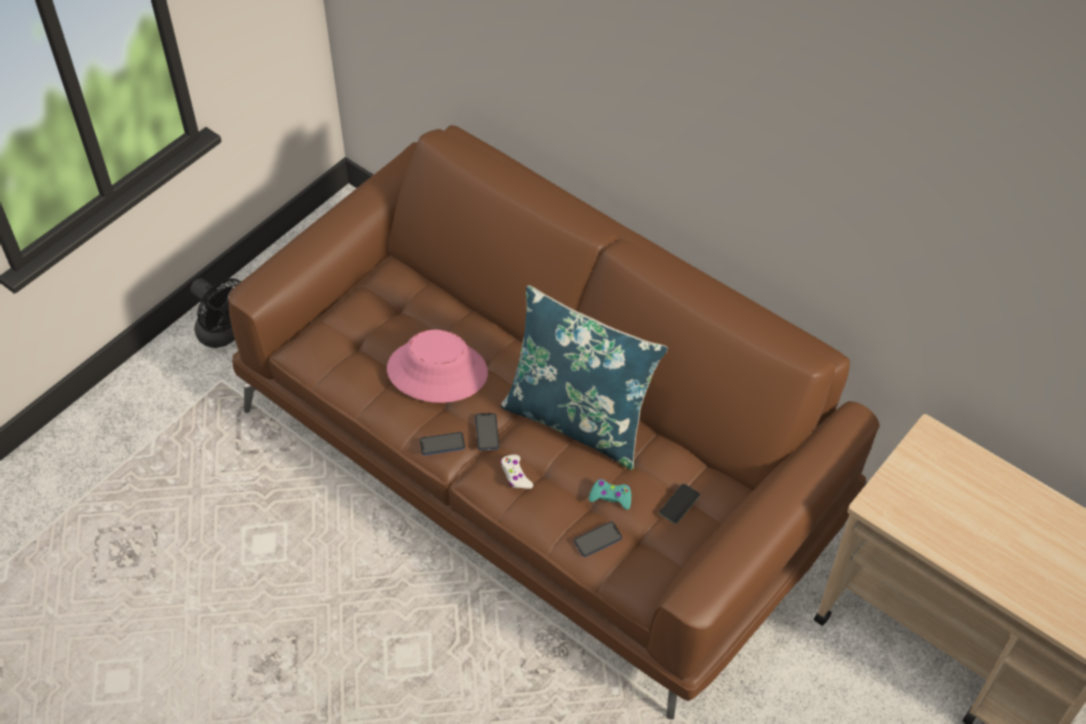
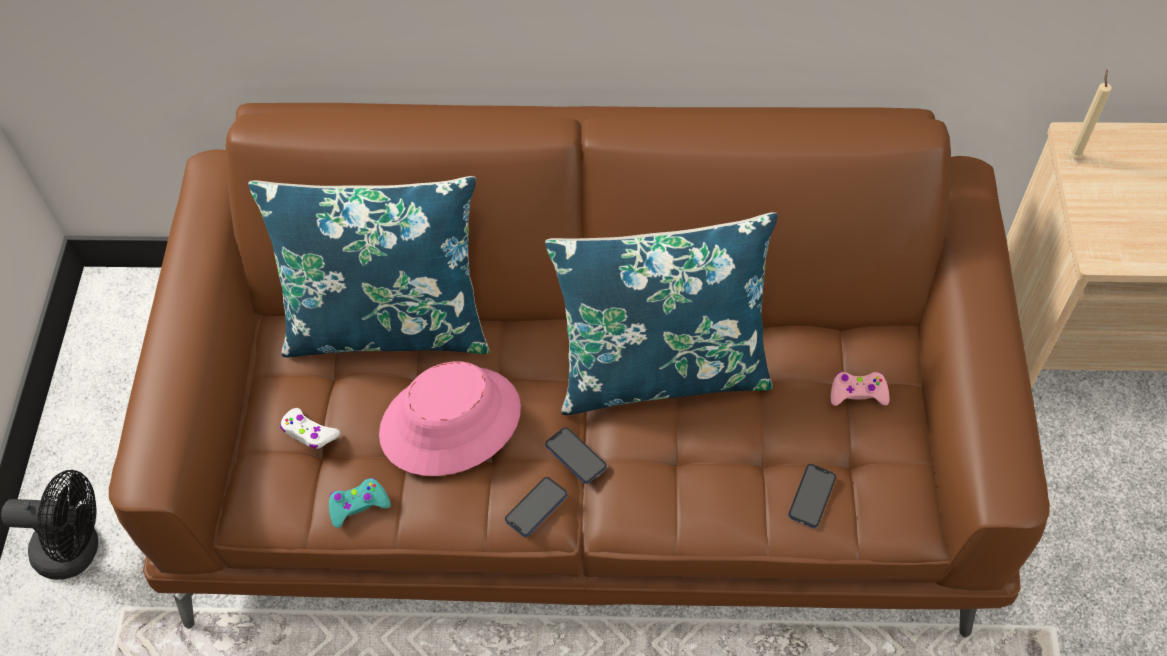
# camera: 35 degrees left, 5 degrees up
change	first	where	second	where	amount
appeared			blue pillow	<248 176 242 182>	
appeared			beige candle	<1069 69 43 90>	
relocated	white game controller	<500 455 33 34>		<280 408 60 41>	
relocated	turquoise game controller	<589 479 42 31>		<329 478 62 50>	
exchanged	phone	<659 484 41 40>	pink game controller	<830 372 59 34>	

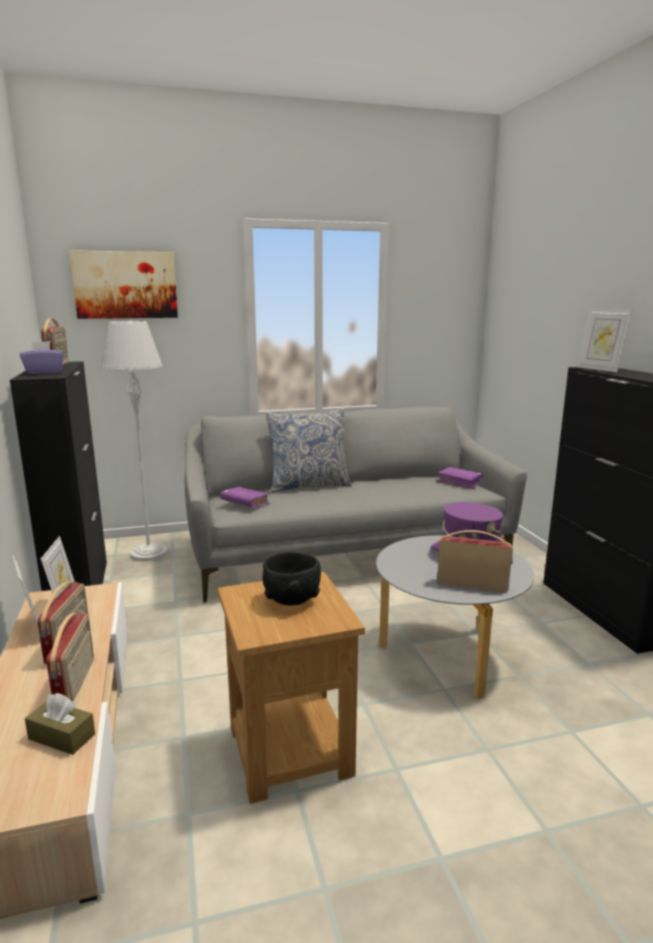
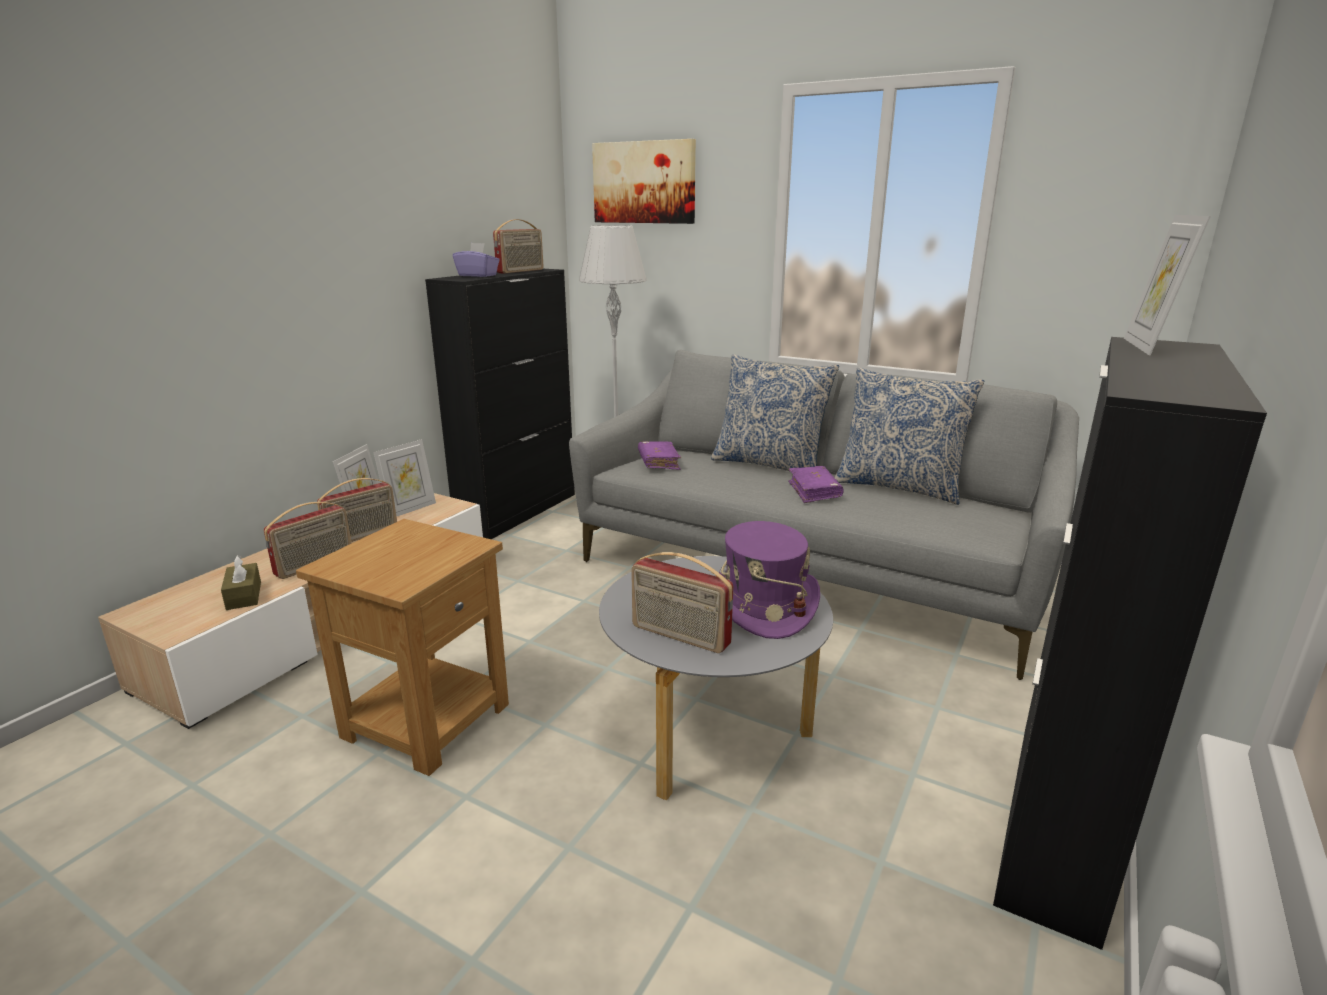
# camera: 45 degrees right, 5 degrees up
change	first	where	second	where	amount
missing	black bowl	<263 552 58 54>			
appeared			pillow	<834 368 150 137>	
relocated	purple book	<437 467 46 22>		<788 466 56 37>	
spun	radio	<437 530 76 62>		<631 552 102 101>	150 degrees clockwise

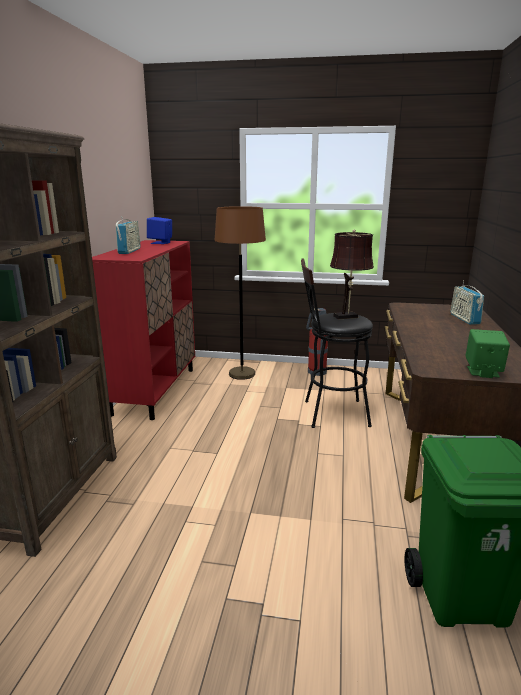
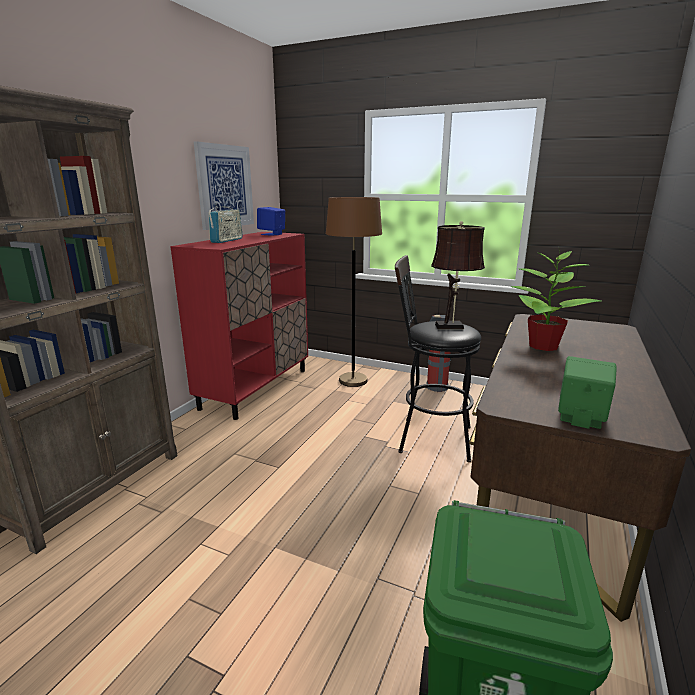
# camera: 15 degrees right, 0 degrees up
change	first	where	second	where	amount
missing	radio	<450 280 34 45>			
appeared			picture	<194 141 60 89>	
appeared			potted plant	<511 250 90 101>	

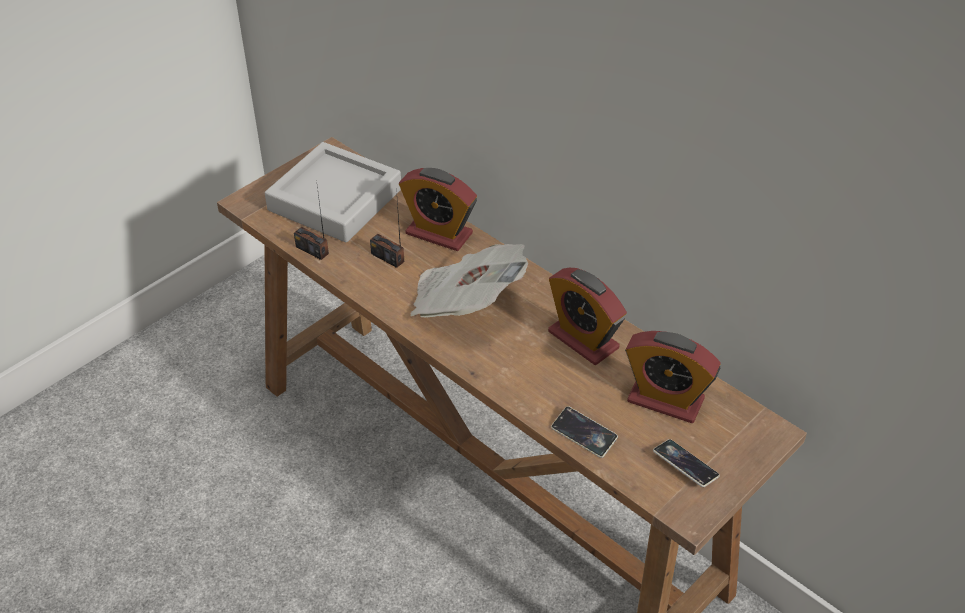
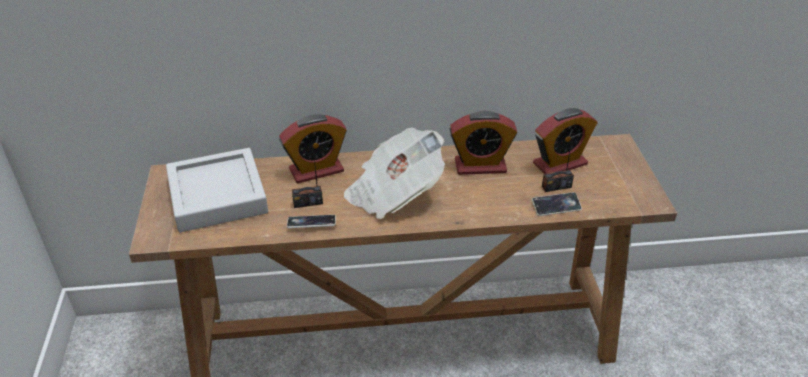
# camera: 50 degrees left, 5 degrees down
change	first	where	second	where	amount
relocated	radio	<294 187 35 73>		<542 120 34 72>	
relocated	phone	<653 439 67 48>		<287 215 49 13>	

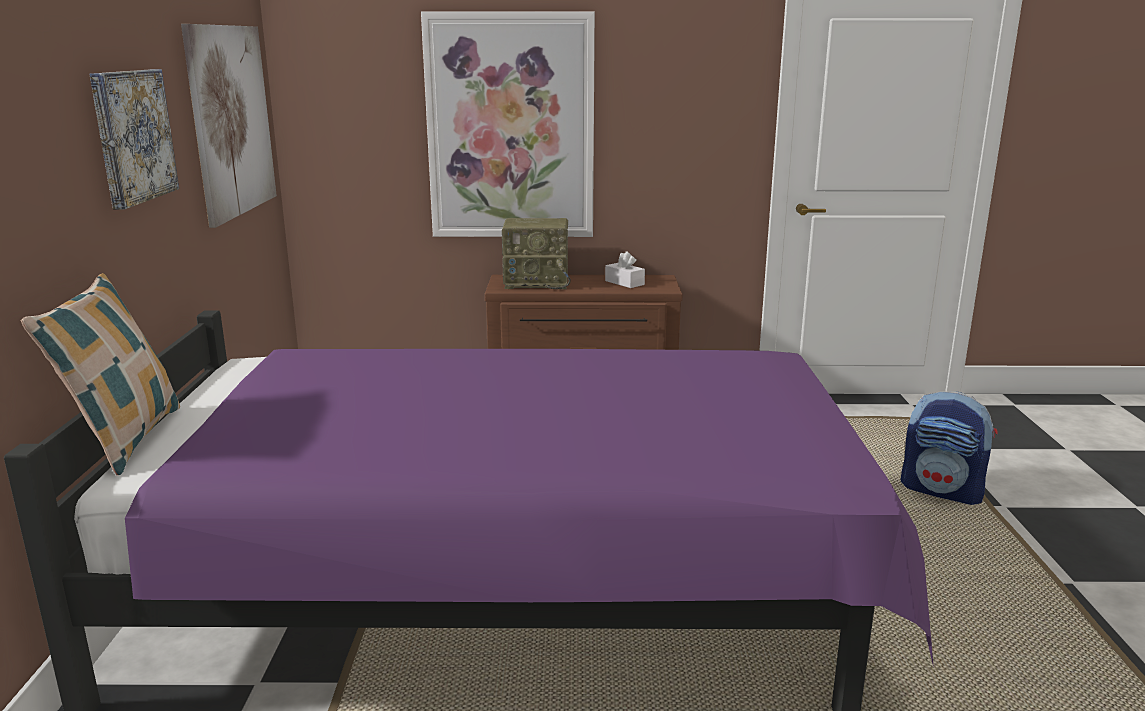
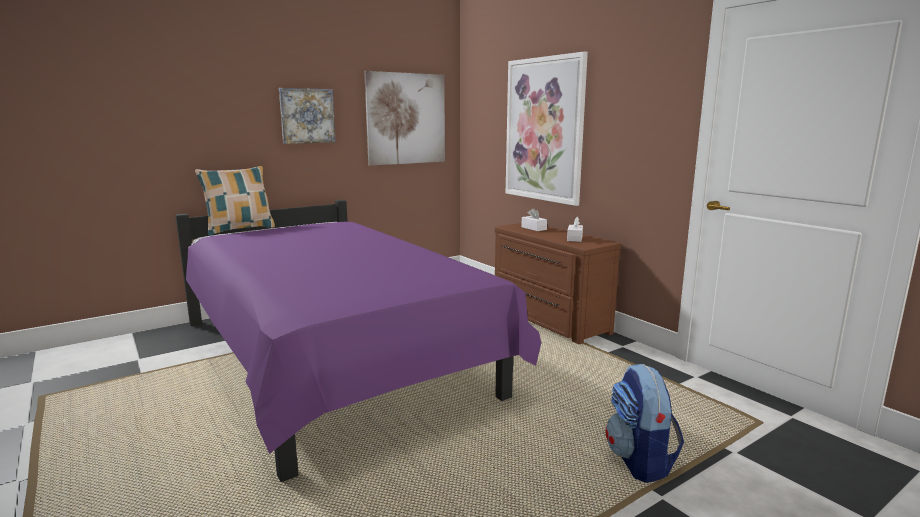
# camera: 55 degrees right, 5 degrees down
change	first	where	second	where	amount
exchanged	radio	<502 218 69 71>	white tissue box	<521 208 26 23>	

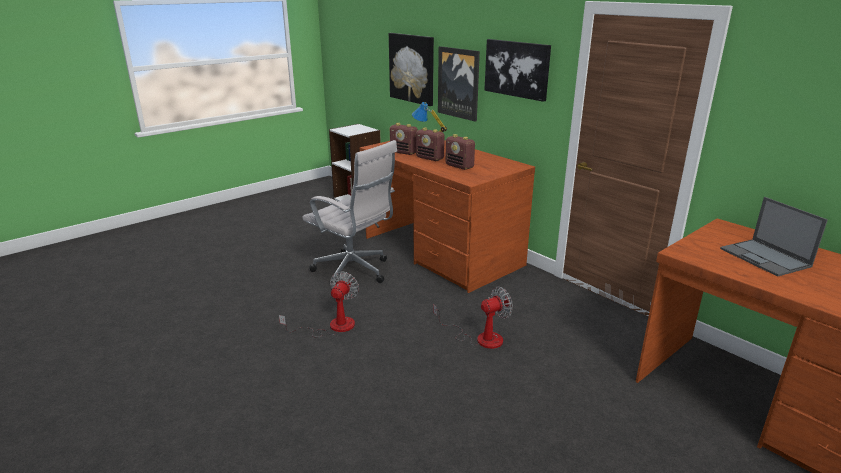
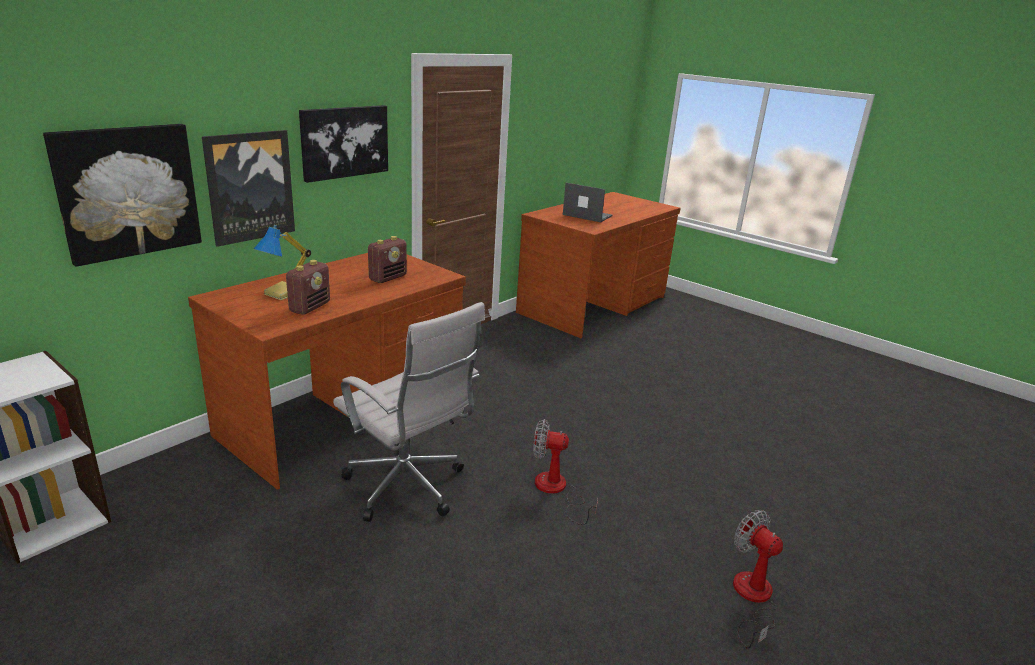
# camera: 100 degrees left, 0 degrees up
change	first	where	second	where	amount
missing	radio	<416 128 29 33>			
relocated	fan	<433 287 80 62>		<733 510 50 139>	
spun	white office chair	<303 140 94 150>		<333 302 152 220>	105 degrees clockwise
spun	laptop	<720 197 108 80>		<563 183 50 39>	120 degrees counterclockwise

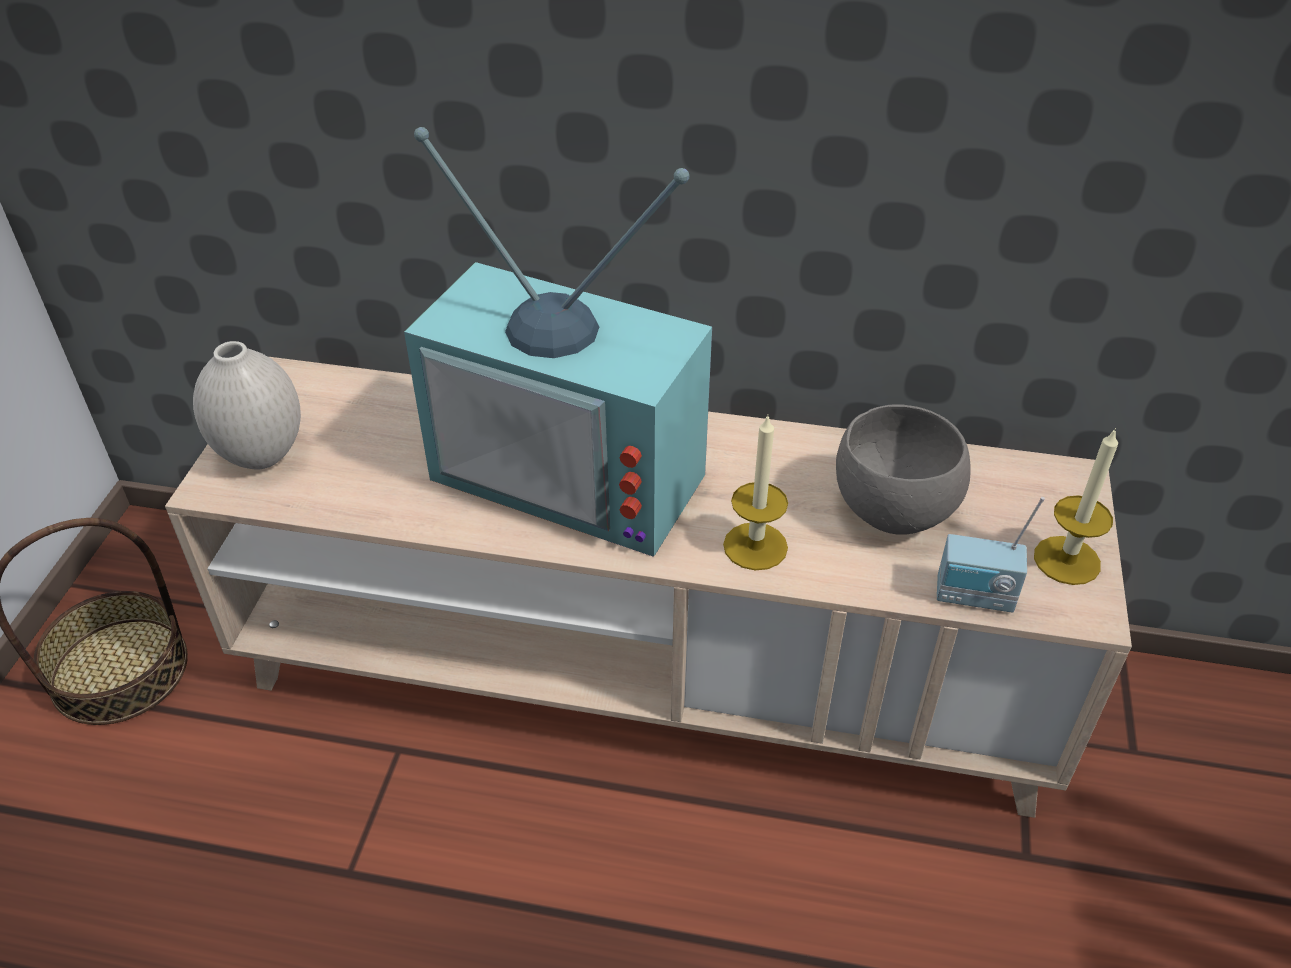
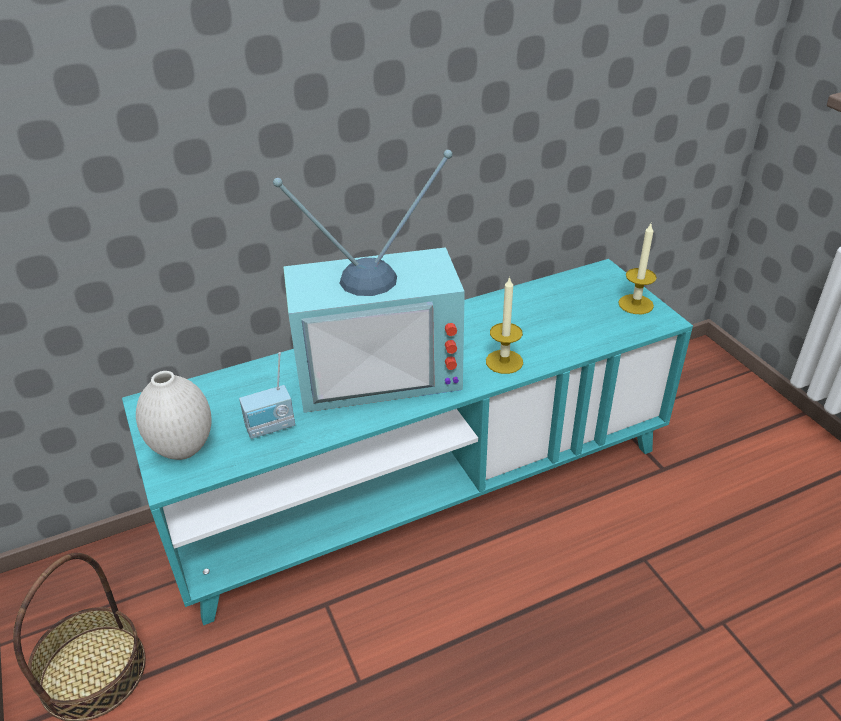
# camera: 35 degrees left, 5 degrees down
change	first	where	second	where	amount
missing	grey bowl	<836 405 135 130>			
relocated	radio	<937 497 108 115>		<239 352 56 87>	
colour	beige tv stand	<165 357 967 461>	turquoise tv stand	<122 259 571 366>	

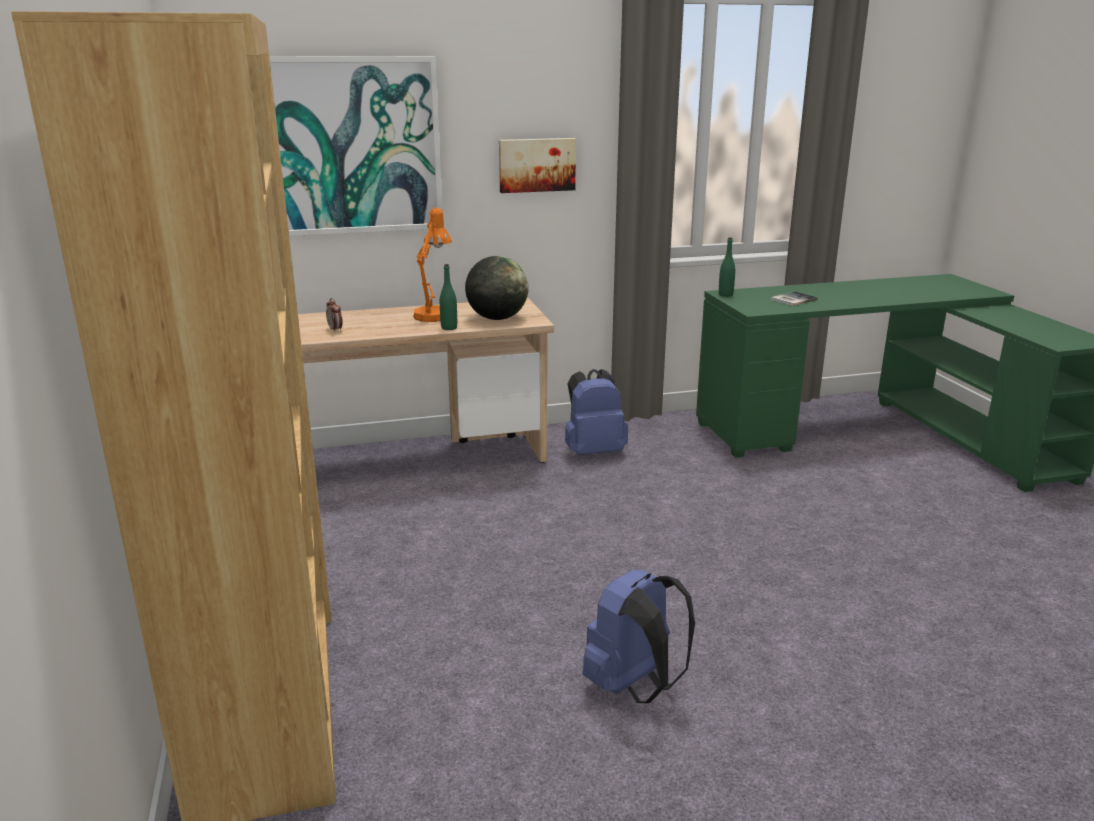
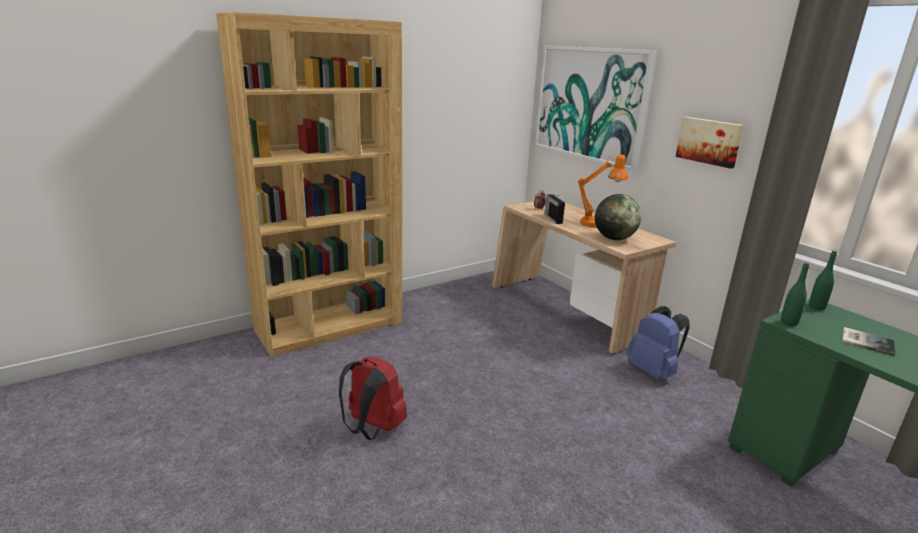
# camera: 70 degrees right, 0 degrees up
change	first	where	second	where	amount
appeared			radio	<544 194 21 30>	
relocated	green bottle	<440 264 17 66>		<781 263 28 63>	
colour	blue backpack	<582 570 113 133>	red backpack	<339 356 68 84>	

